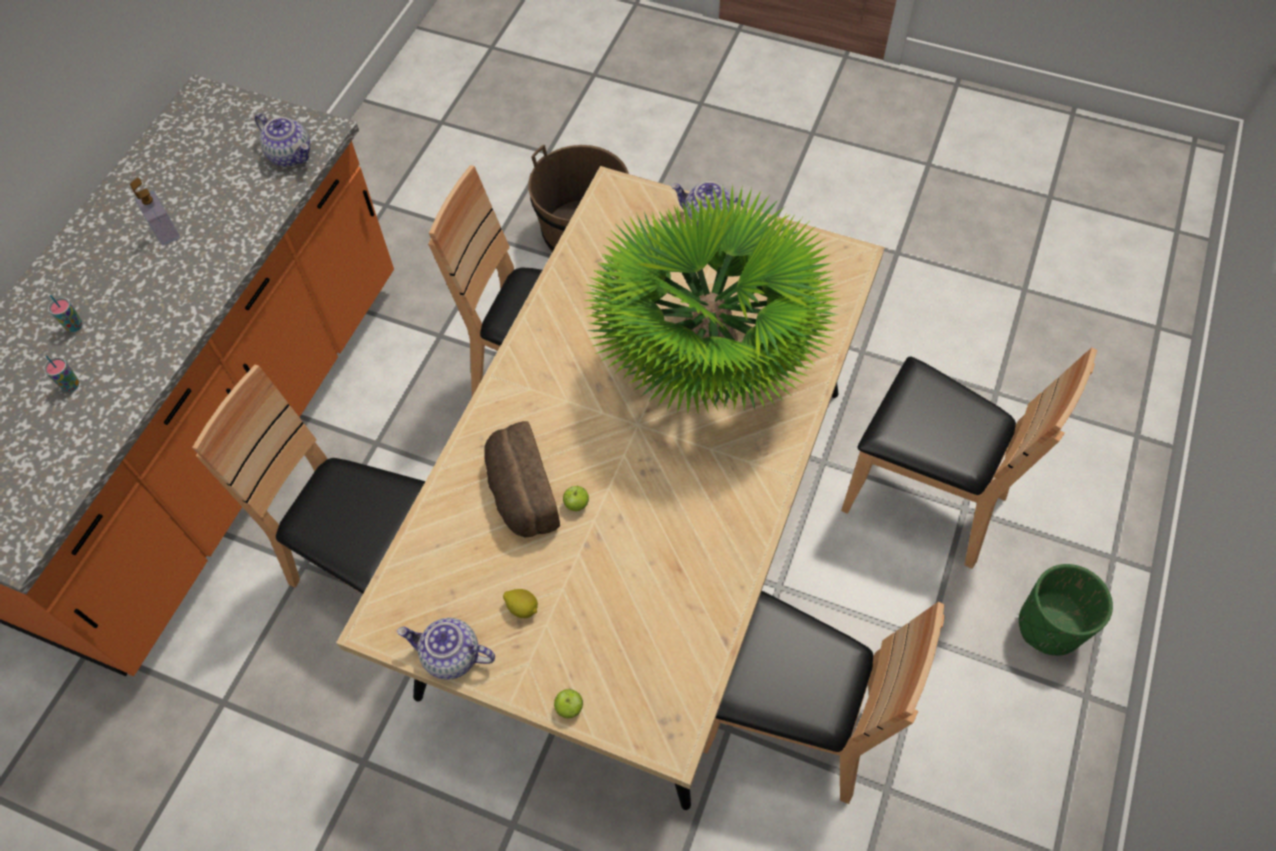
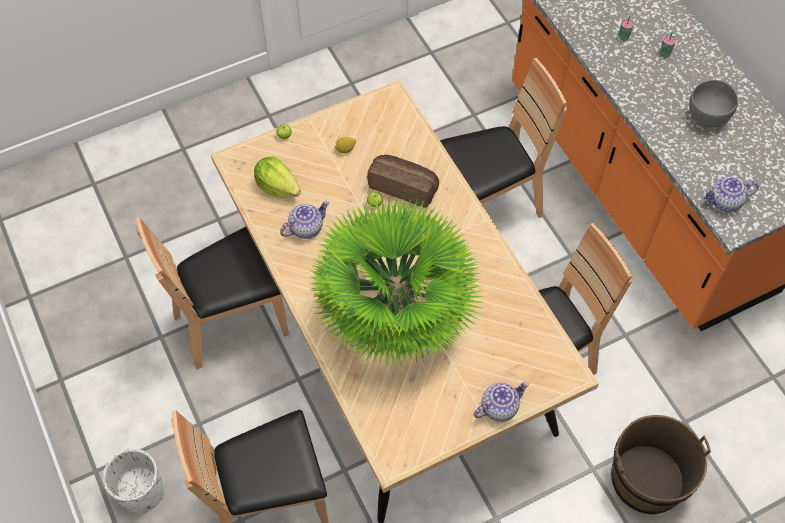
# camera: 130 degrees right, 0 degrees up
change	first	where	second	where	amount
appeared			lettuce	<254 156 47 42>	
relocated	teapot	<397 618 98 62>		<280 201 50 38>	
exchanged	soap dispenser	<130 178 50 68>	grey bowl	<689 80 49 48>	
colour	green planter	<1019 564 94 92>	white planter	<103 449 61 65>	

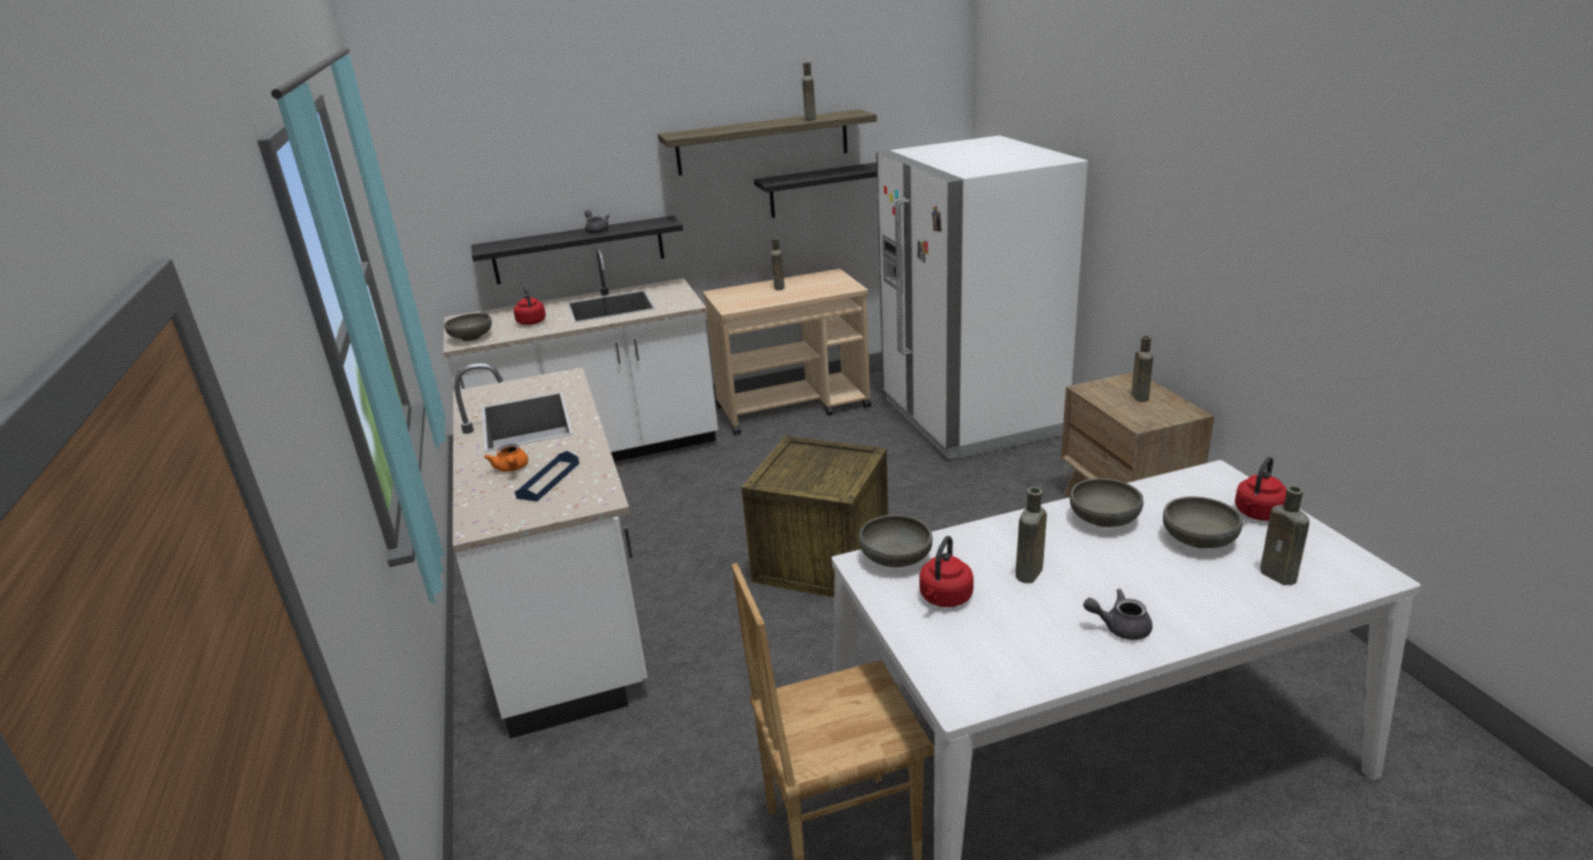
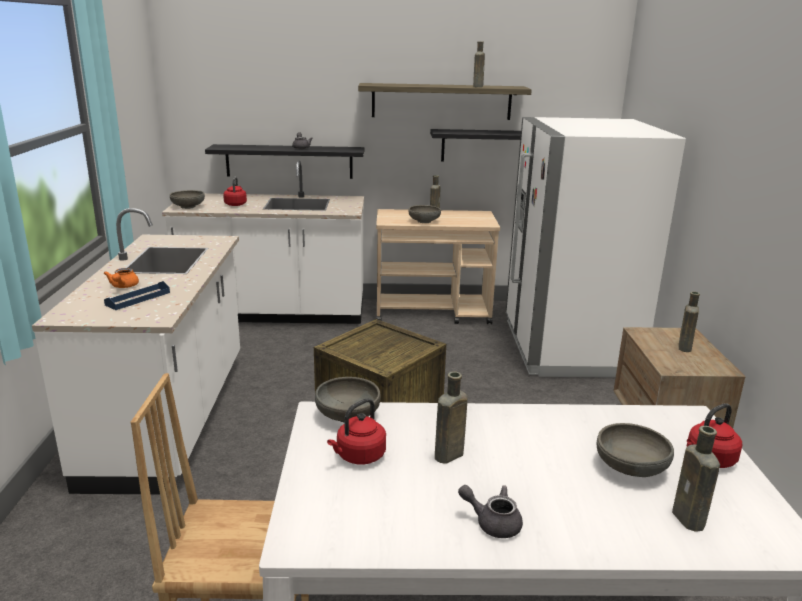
# camera: 15 degrees right, 5 degrees down
change	first	where	second	where	amount
relocated	grey bowl	<1070 478 74 49>		<409 205 32 18>	

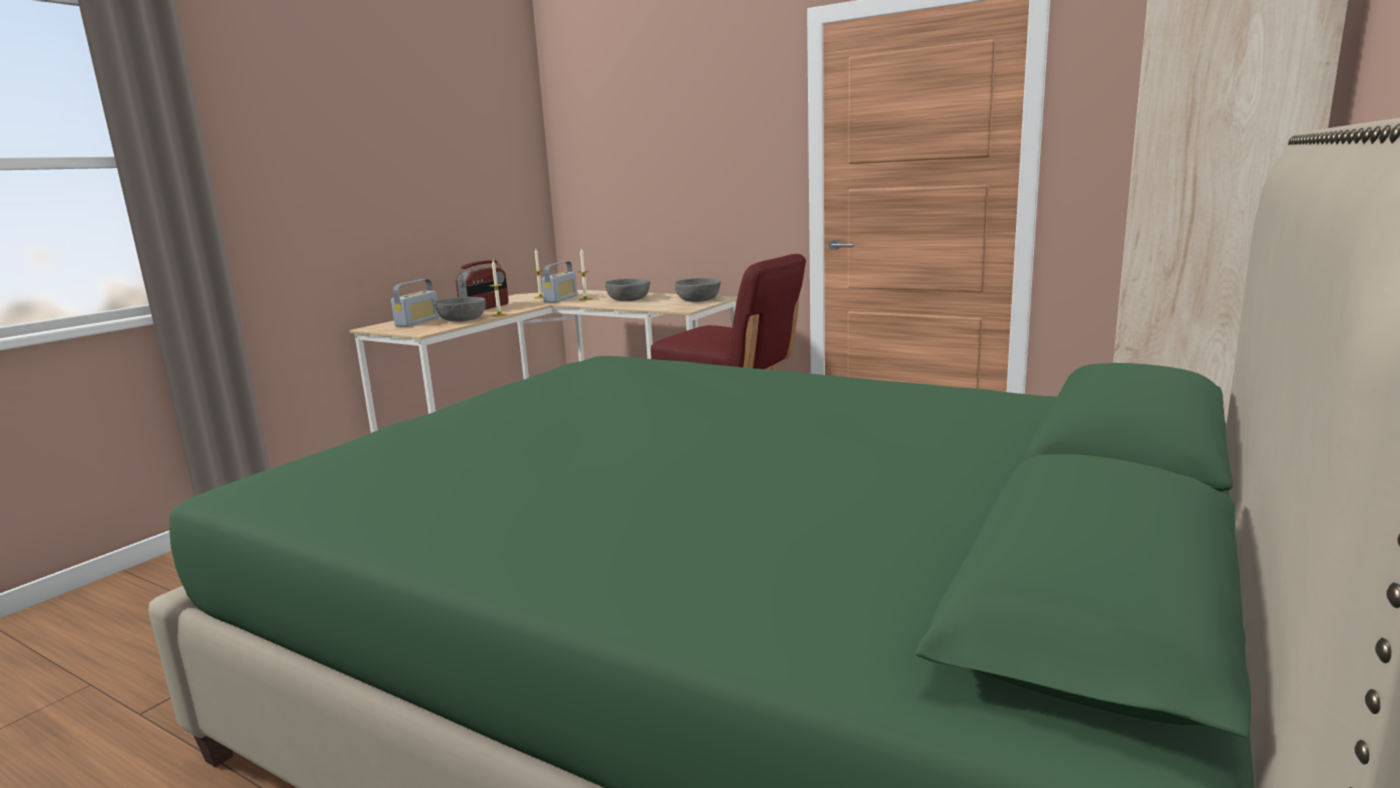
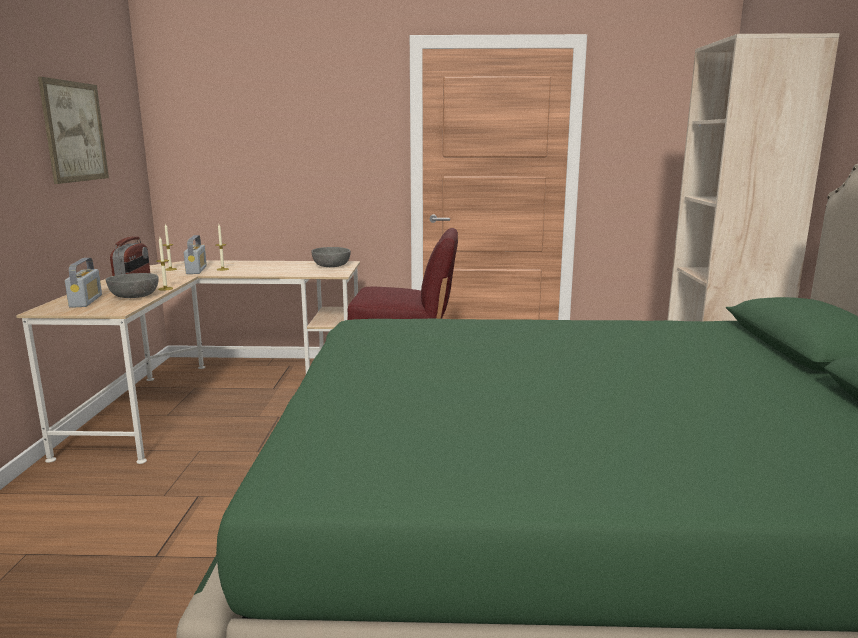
# camera: 30 degrees left, 0 degrees up
change	first	where	second	where	amount
missing	grey bowl	<605 279 45 22>			
appeared			picture	<38 77 71 107>	

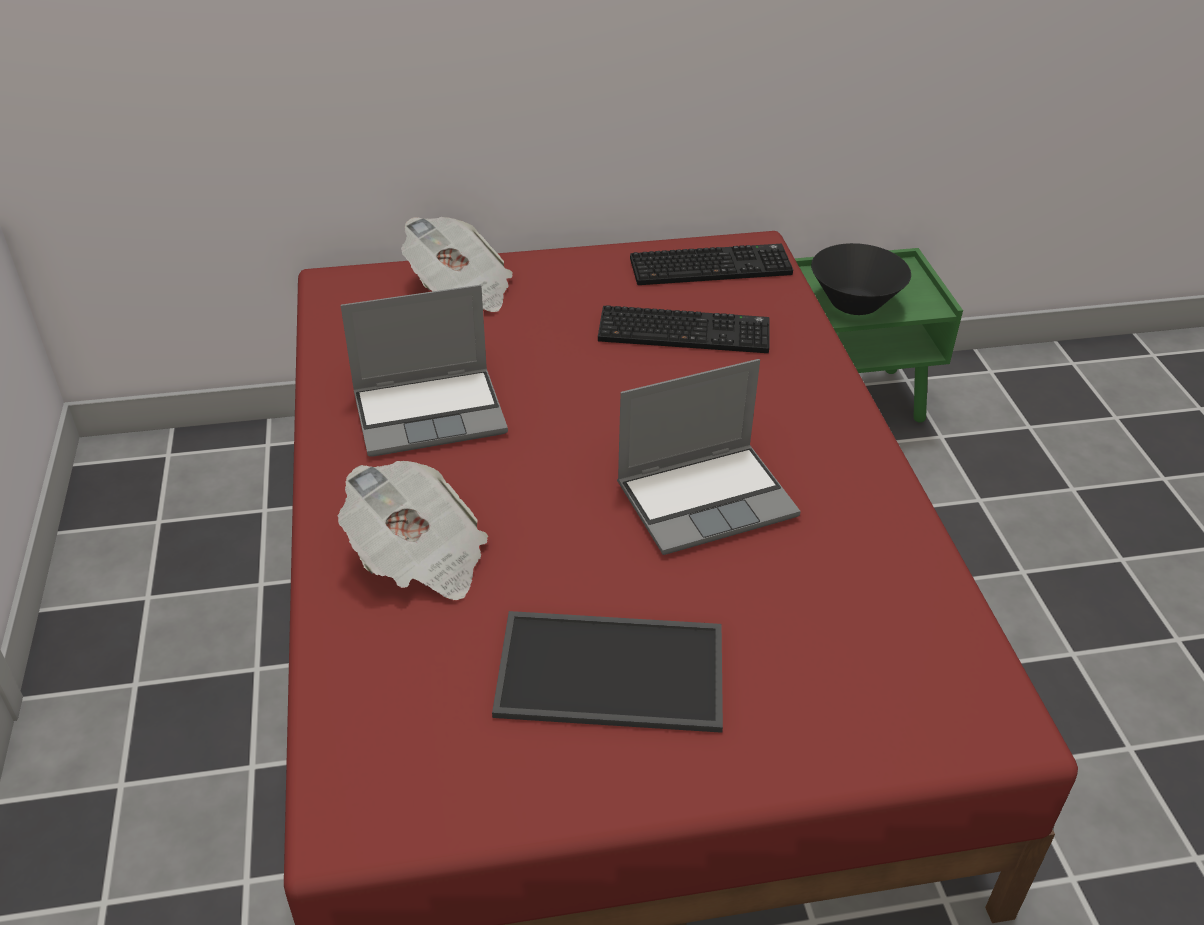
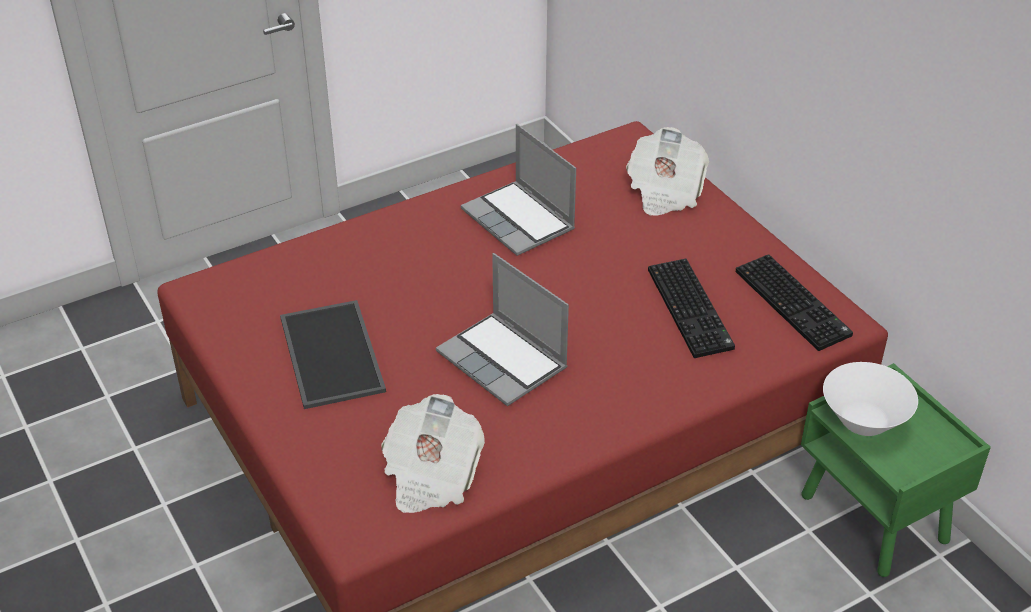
# camera: 70 degrees right, 0 degrees up
change	first	where	second	where	amount
relocated	newspaper	<338 461 150 139>		<381 394 104 119>	
colour	black bowl	<811 243 100 72>	white bowl	<823 362 95 74>	

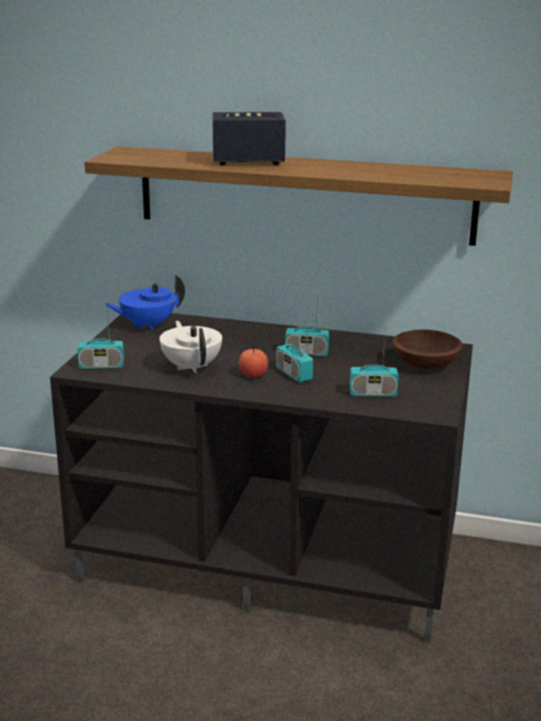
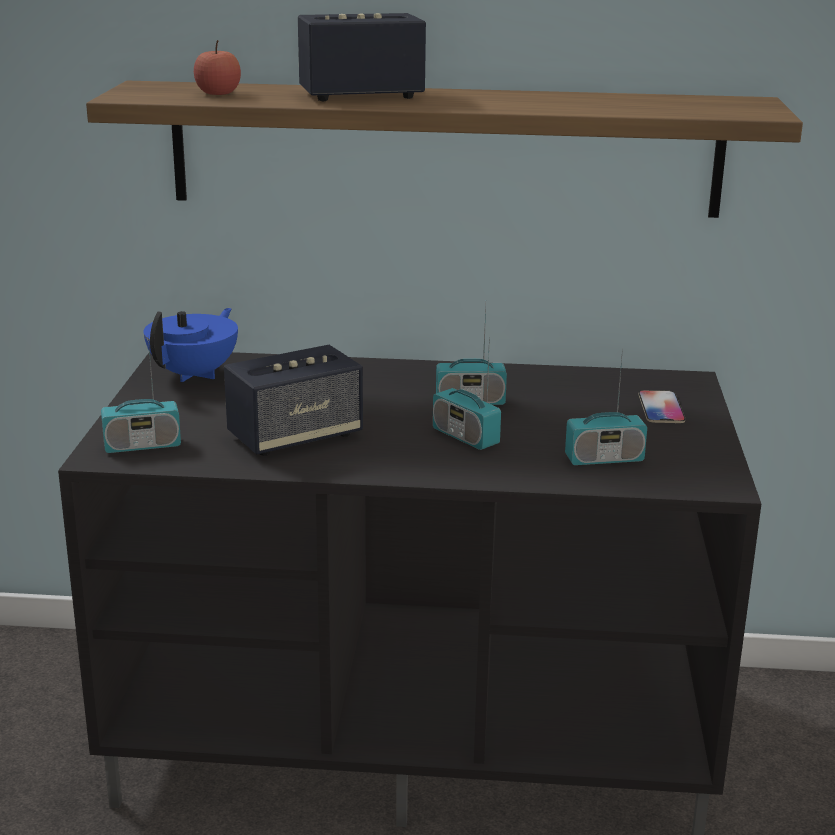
# camera: 10 degrees left, 0 degrees up
change	first	where	second	where	amount
relocated	apple	<239 346 29 32>		<194 40 47 55>	
exchanged	white teapot	<159 321 63 52>	speaker	<224 345 139 111>	
exchanged	brown bowl	<393 329 70 40>	phone	<638 390 47 33>	
spun	blue teapot	<104 275 81 55>		<143 308 95 74>	150 degrees clockwise

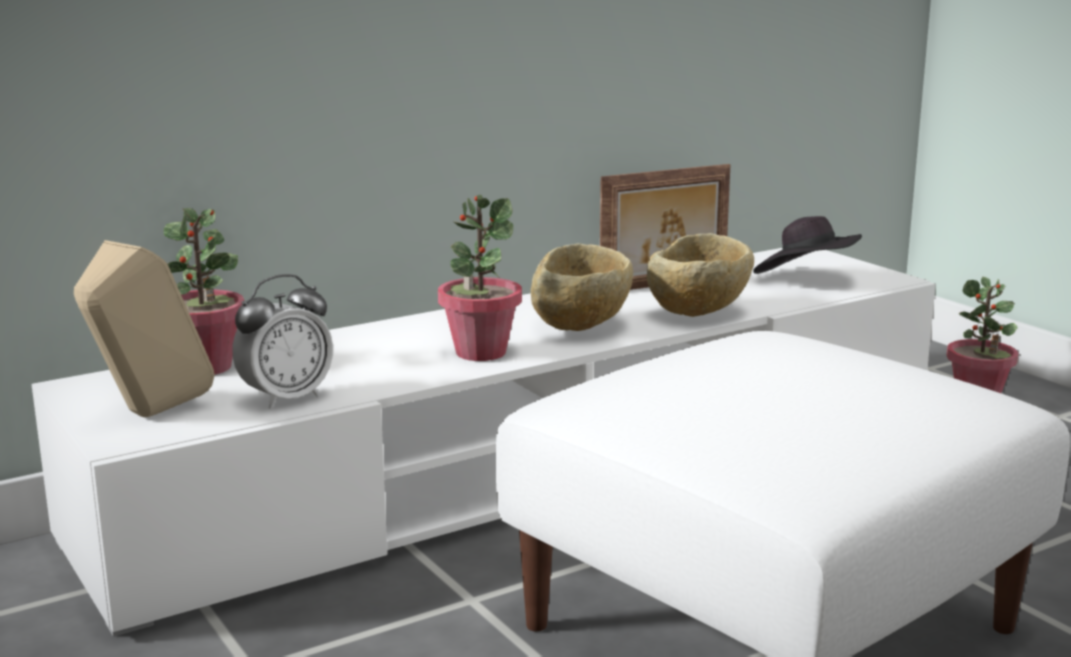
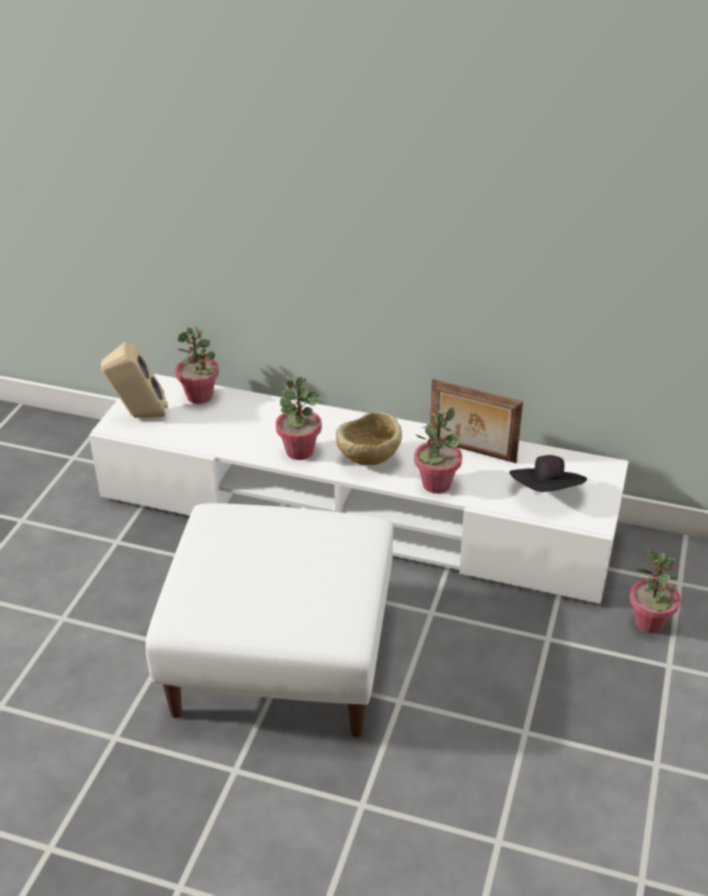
# camera: 50 degrees right, 20 degrees up
change	first	where	second	where	amount
missing	alarm clock	<232 274 101 135>			
exchanged	beige bowl	<647 233 107 84>	potted plant	<414 407 48 87>	

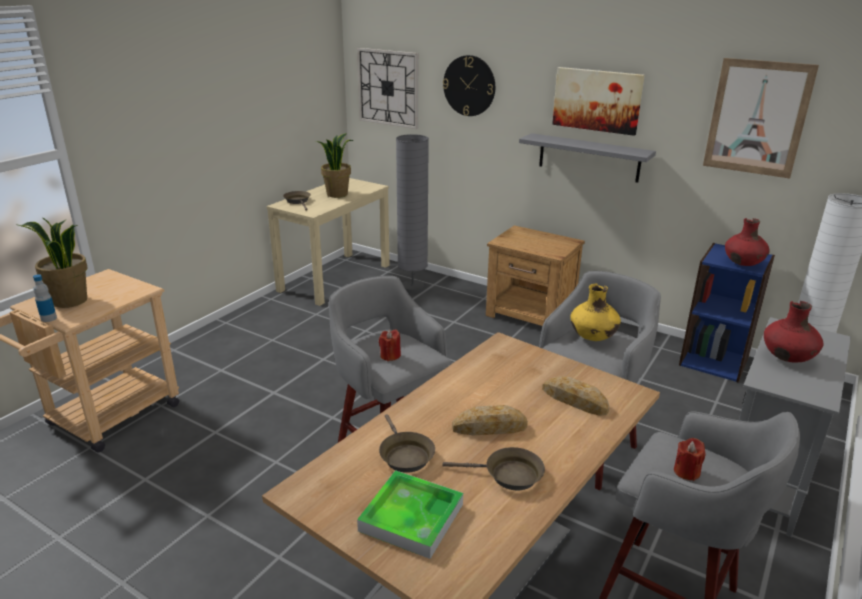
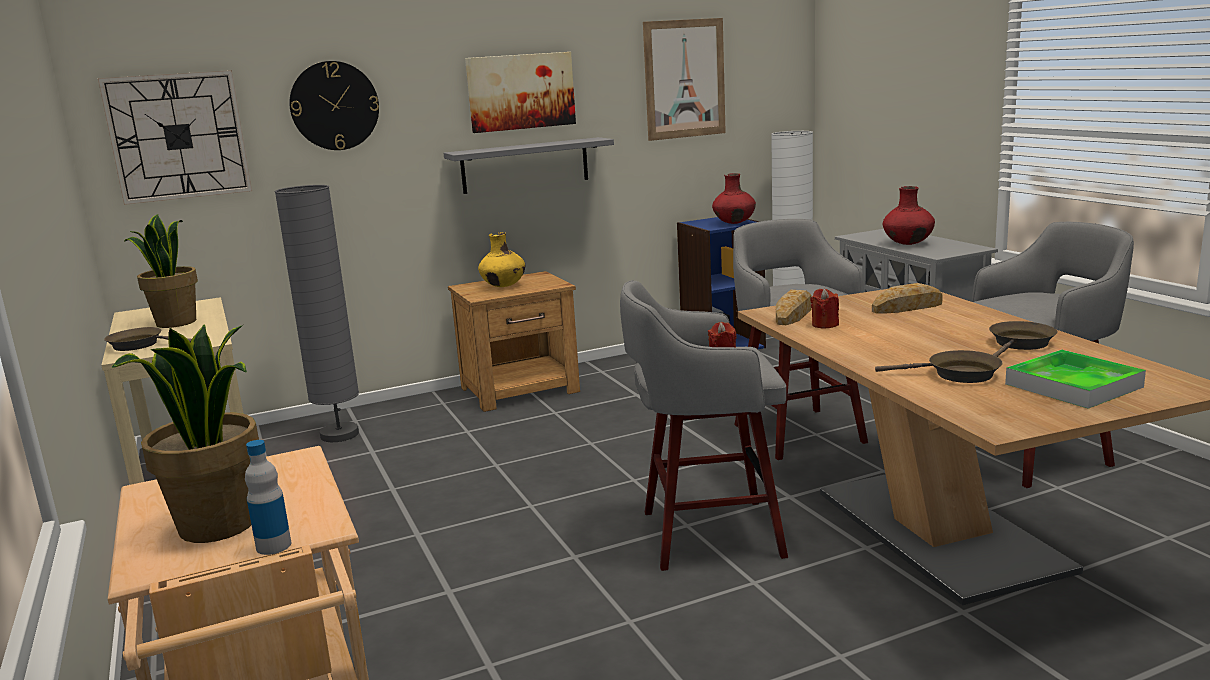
# camera: 55 degrees left, 10 degrees down
change	first	where	second	where	amount
relocated	bread	<452 405 76 30>		<776 290 36 35>	
relocated	yellow vase	<570 283 51 58>		<478 232 47 55>	
relocated	red candle	<674 438 32 43>		<810 288 29 41>	

